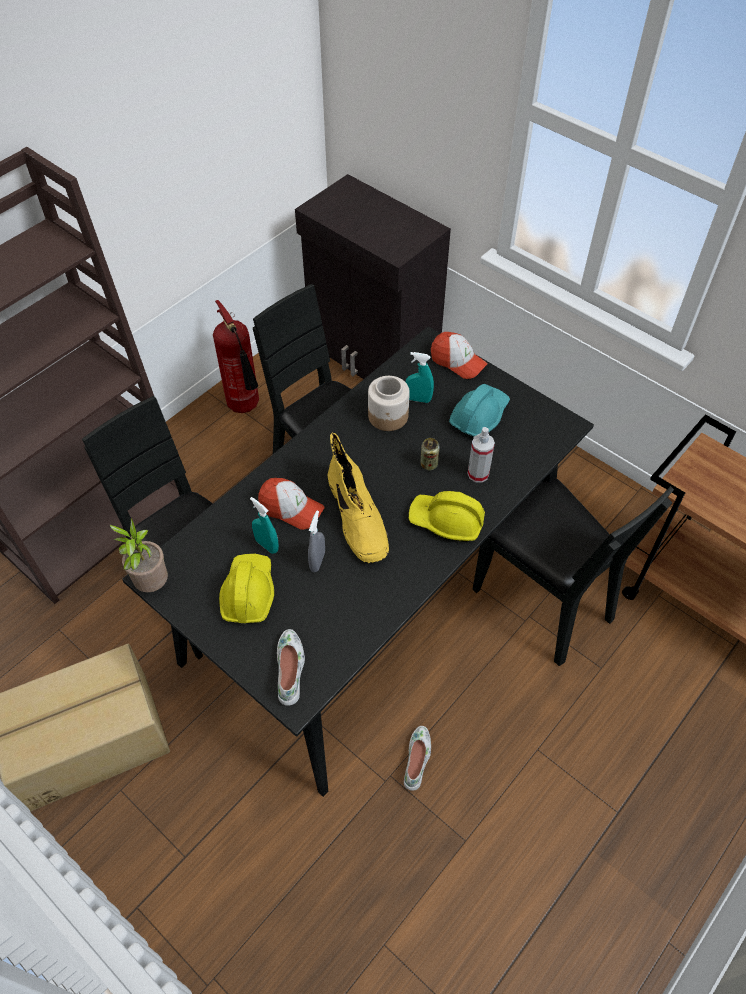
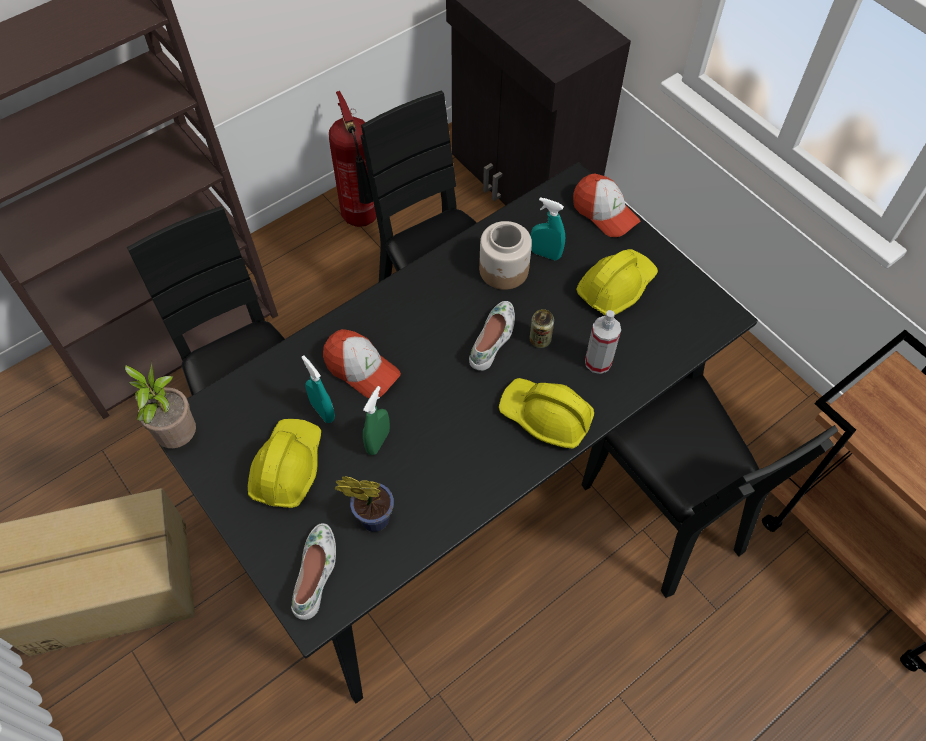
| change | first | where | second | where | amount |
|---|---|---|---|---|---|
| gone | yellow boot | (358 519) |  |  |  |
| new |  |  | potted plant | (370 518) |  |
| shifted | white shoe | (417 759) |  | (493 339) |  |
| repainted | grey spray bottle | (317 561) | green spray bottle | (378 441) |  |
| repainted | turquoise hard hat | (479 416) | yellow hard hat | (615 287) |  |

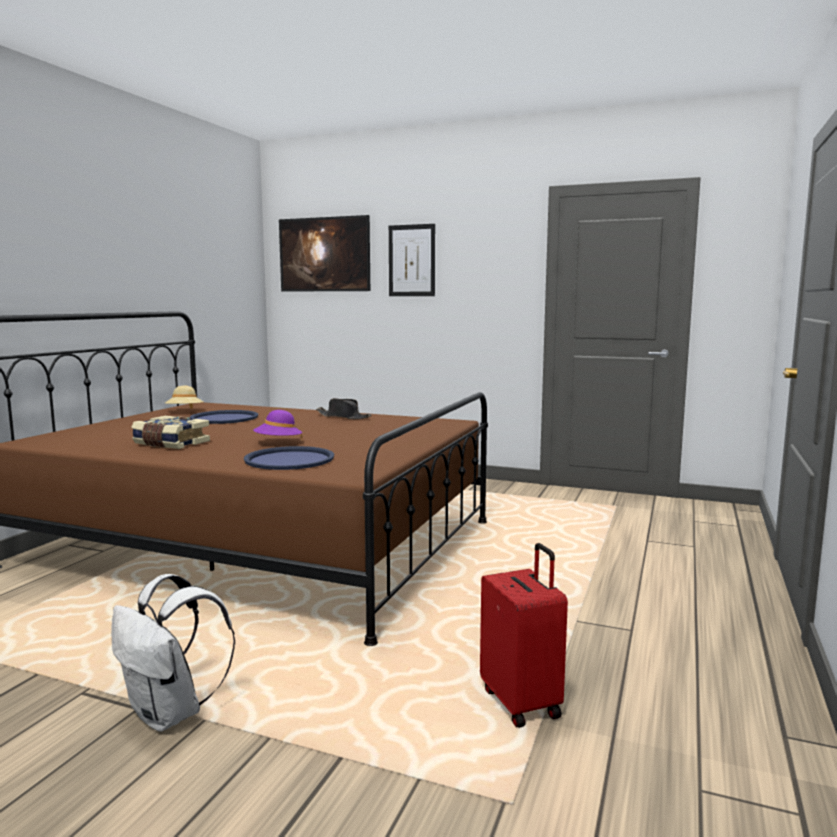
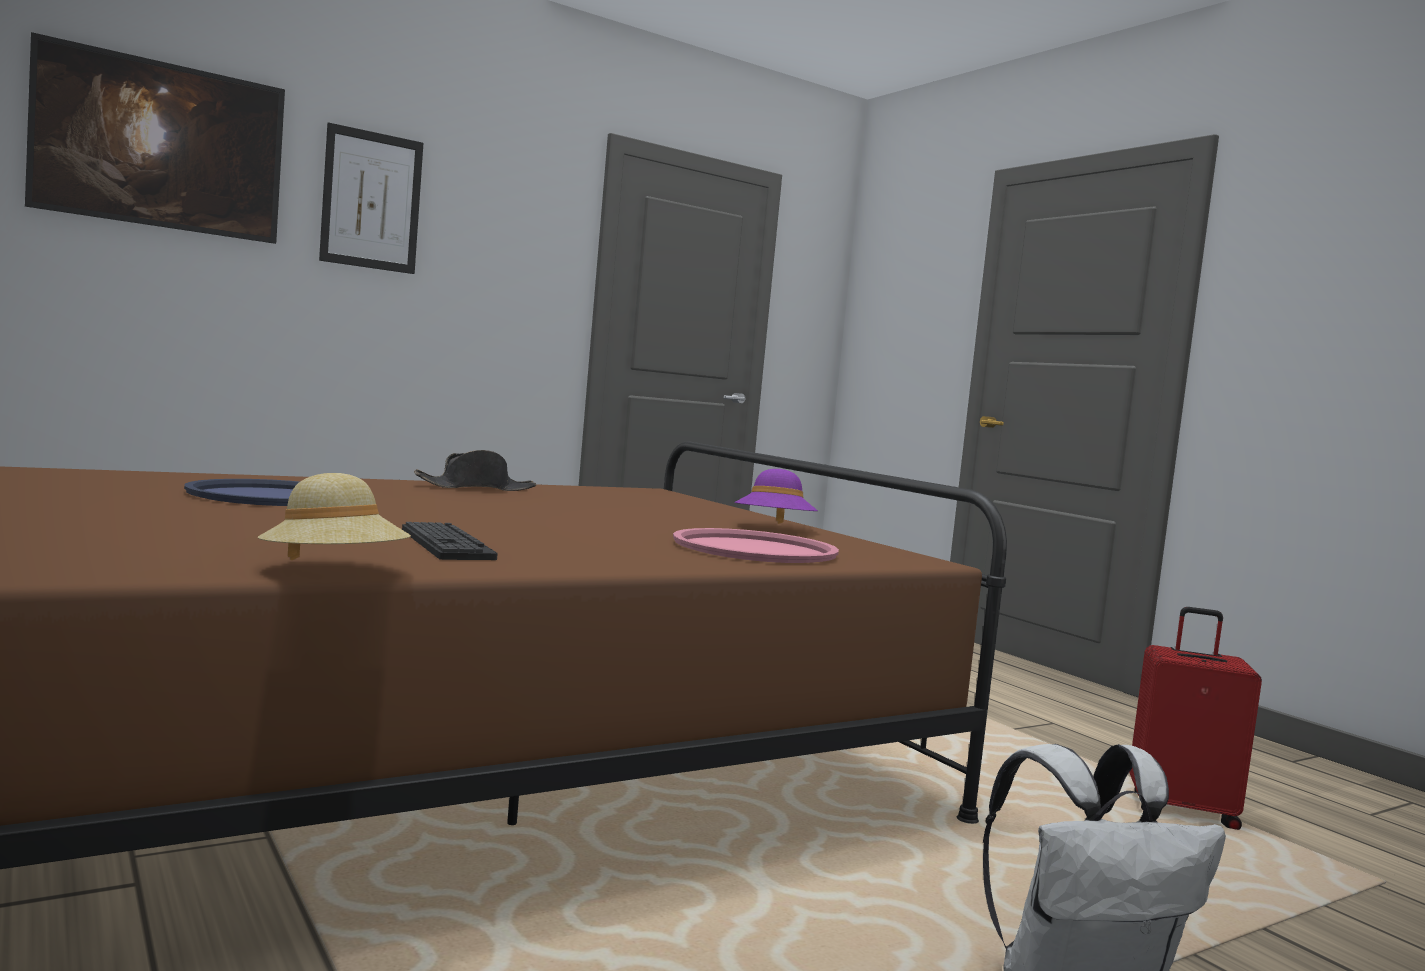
| change | first | where | second | where | amount |
|---|---|---|---|---|---|
| shifted | beige hat | (185 411) |  | (334 572) |  |
| shifted | purple hat | (278 443) |  | (774 528) |  |
| swapped | book | (170 444) | keyboard | (446 544) |  |
| repainted | blue tray | (289 460) | pink tray | (755 549) |  |

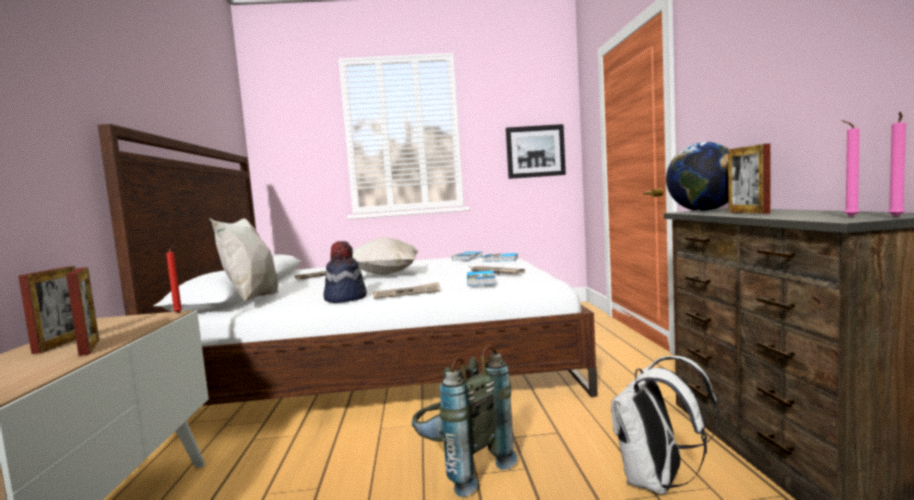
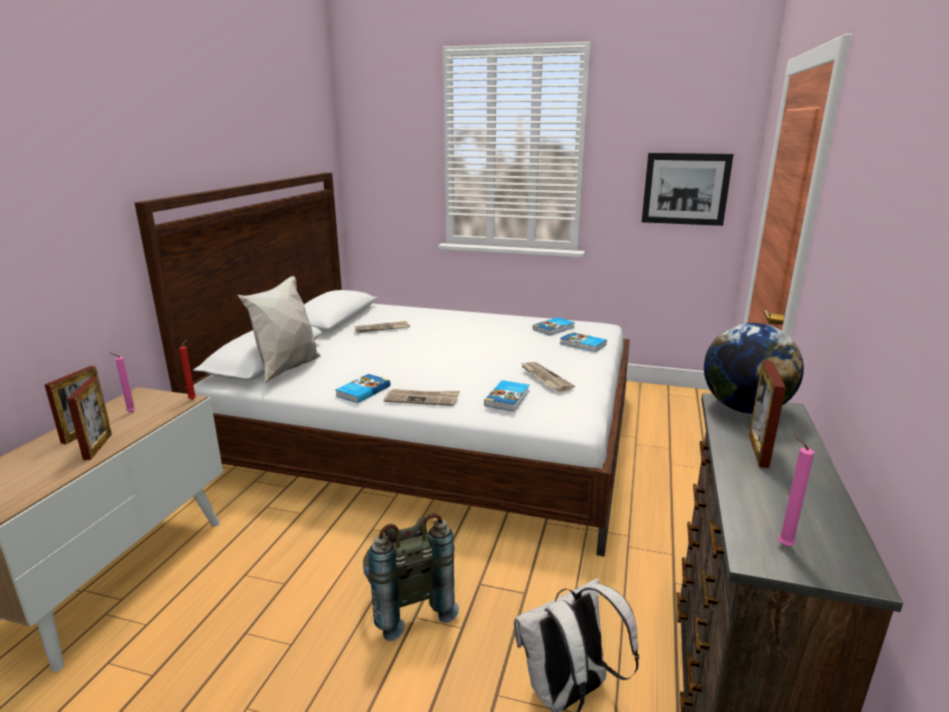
| change | first | where | second | where | amount |
|---|---|---|---|---|---|
| gone | white pillow | (384 275) |  |  |  |
| shifted | pink candle | (896 217) |  | (130 412) |  |
| swapped | hat | (345 298) | book | (362 391) |  |

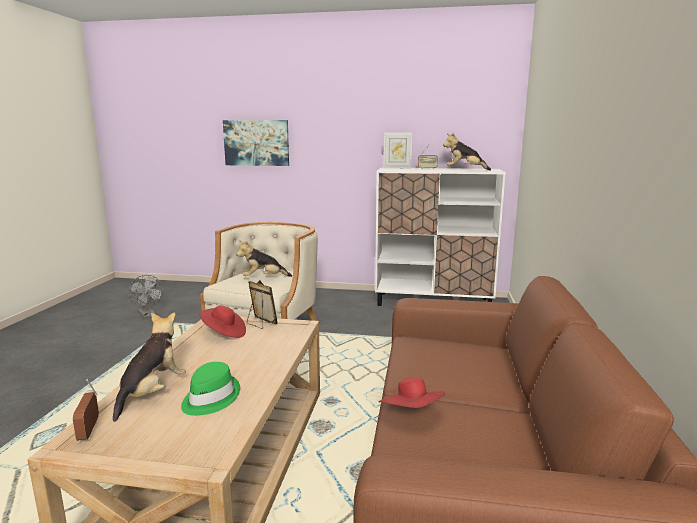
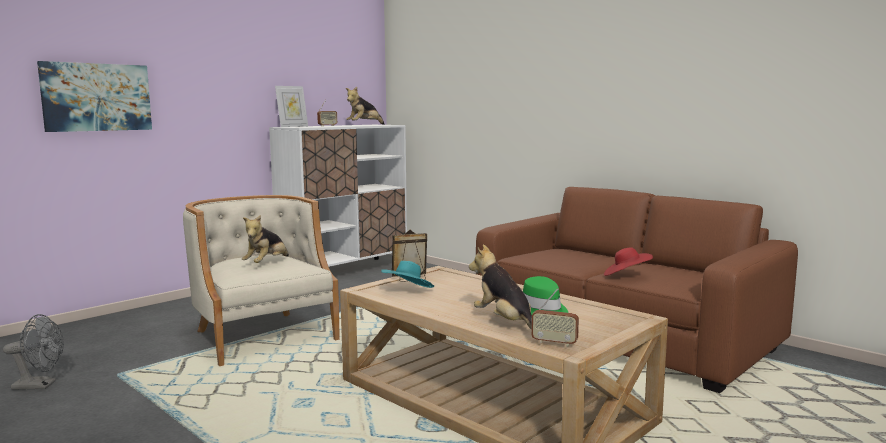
| change | first | where | second | where | amount |
|---|---|---|---|---|---|
| repainted | red hat | (224 333) | turquoise hat | (408 291) |  |

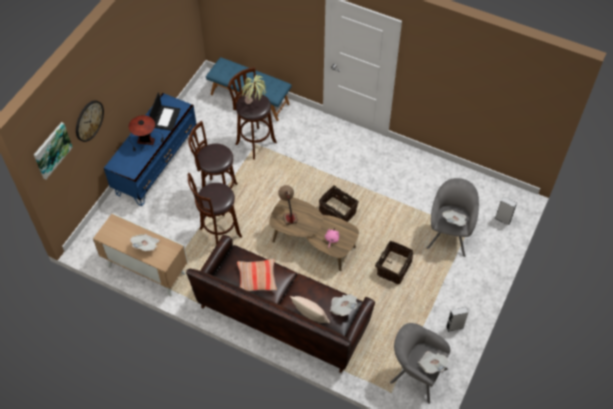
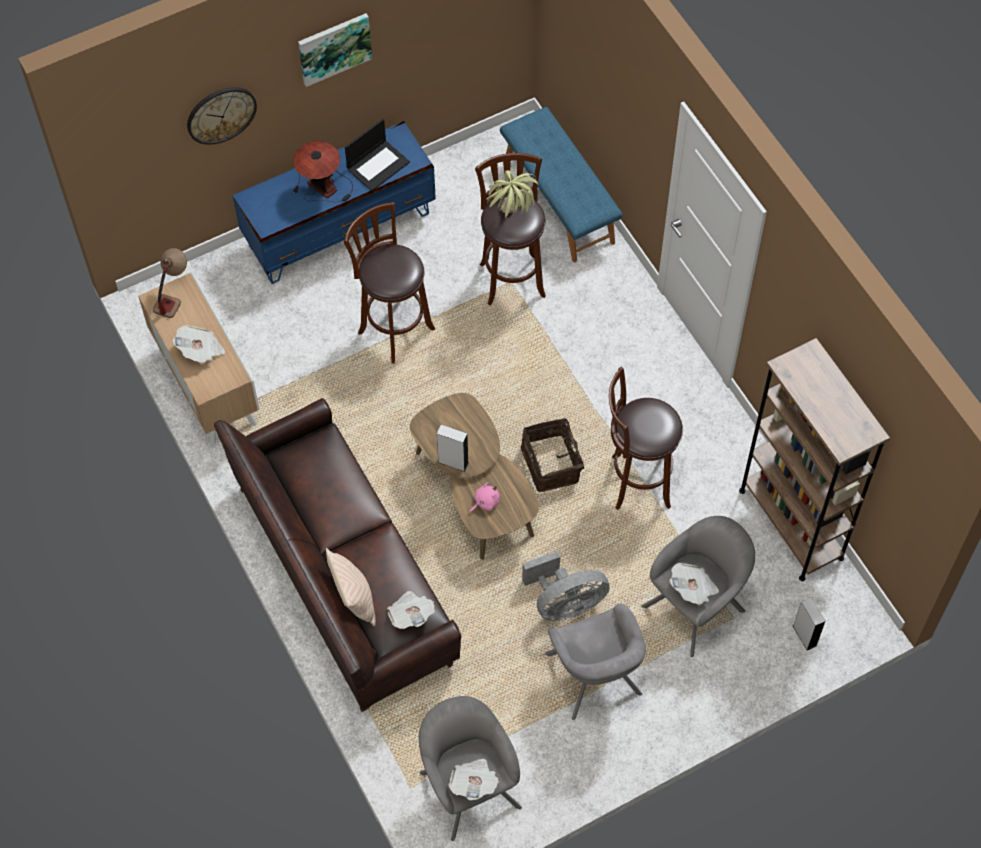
| change | first | where | second | where | amount |
|---|---|---|---|---|---|
| gone | pillow | (257 278) |  |  |  |
| new |  |  | grey armchair | (595 678) |  |
| new |  |  | brown bookcase | (791 524) |  |
| shifted | picture | (52 150) |  | (334 48) |  |
| shifted | brown stool | (218 234) |  | (636 482) |  |
| shifted | table lamp | (288 212) |  | (172 295) |  |
| shifted | grey speaker | (454 327) |  | (453 462) |  |
| swapped | basket | (393 267) | grey fan | (565 603) |  |

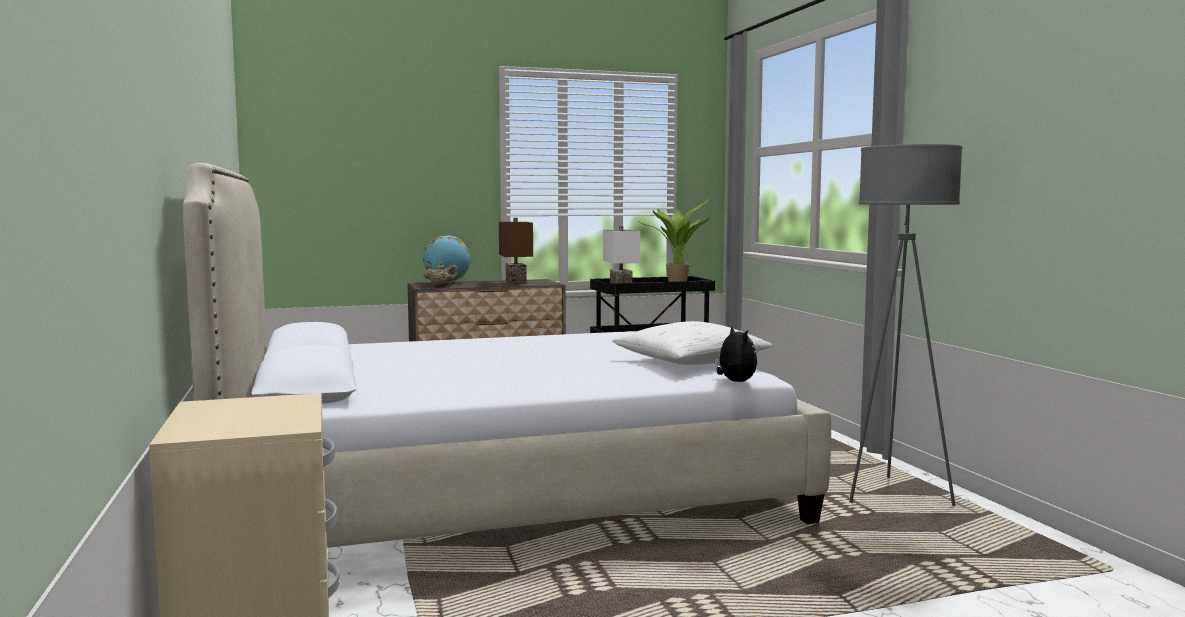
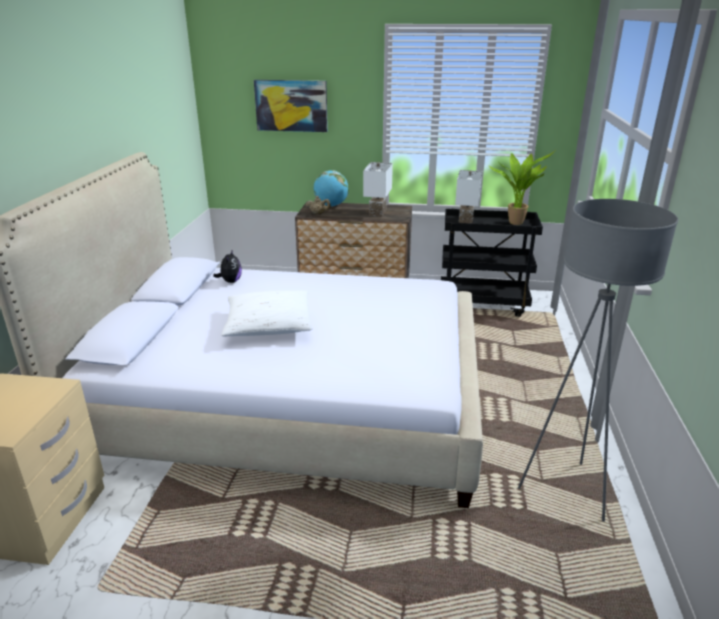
| change | first | where | second | where | amount |
|---|---|---|---|---|---|
| new |  |  | picture | (291 105) |  |
| shifted | white pillow | (690 362) |  | (268 325) |  |
| shifted | plush toy | (734 381) |  | (230 281) |  |
| repainted | brown table lamp | (517 283) | white table lamp | (378 213) |  |

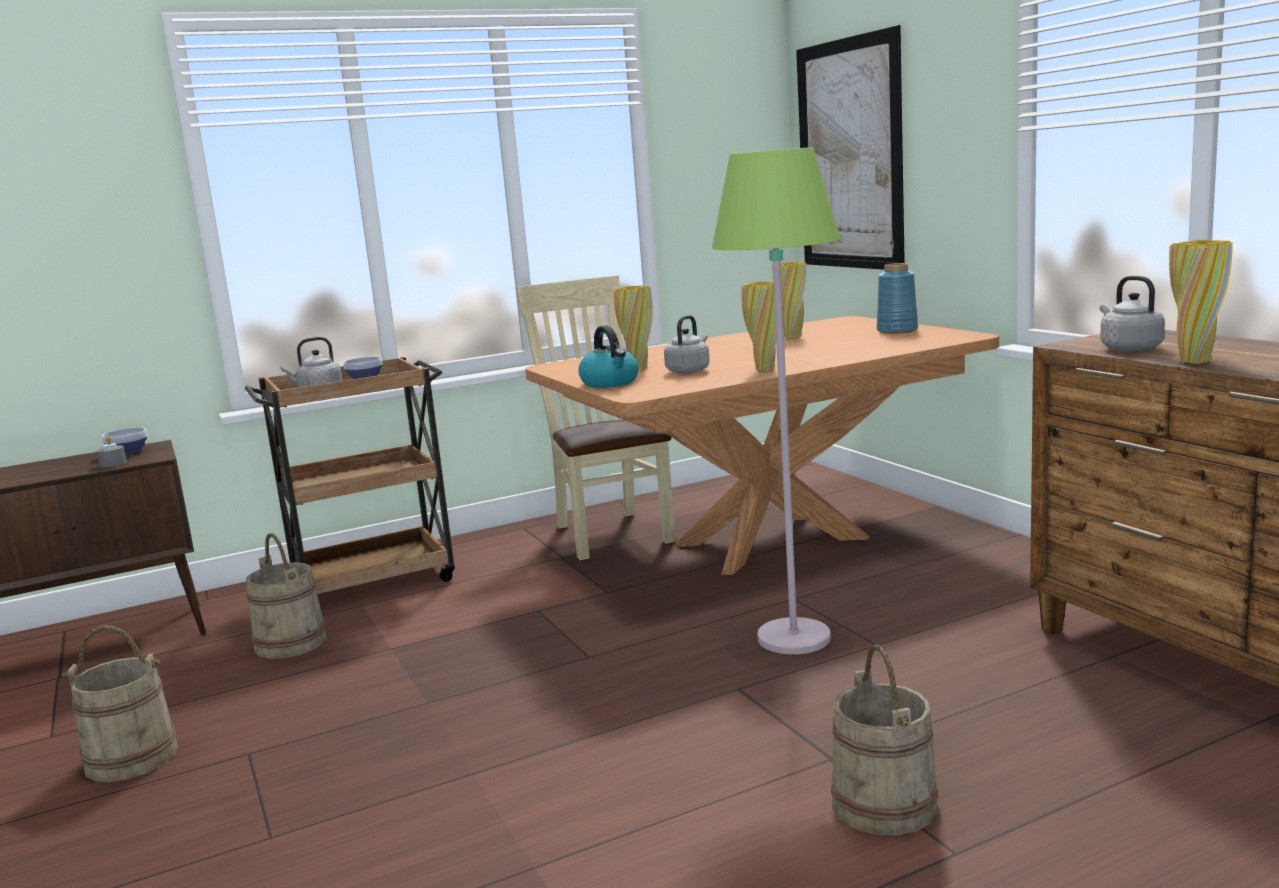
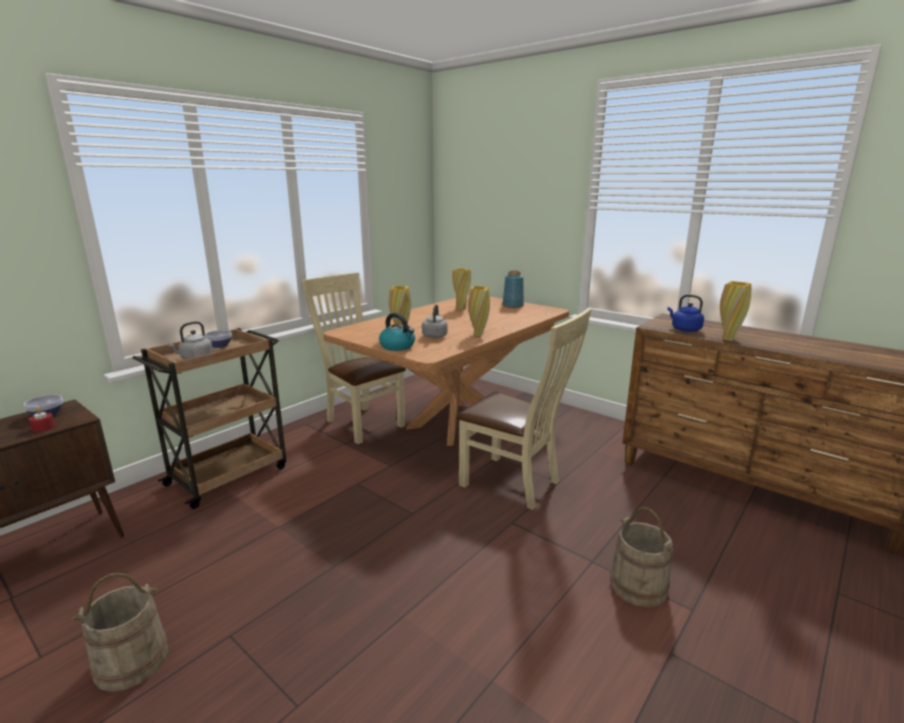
| change | first | where | second | where | amount |
|---|---|---|---|---|---|
| gone | beige bucket | (291 642) |  |  |  |
| gone | picture | (849 155) |  |  |  |
| swapped | green floor lamp | (793 638) | beige chair | (515 484) |  |
| repainted | grey candle | (113 464) | red candle | (43 428) |  |
| repainted | grey kettle | (1128 348) | blue kettle | (684 329) |  |

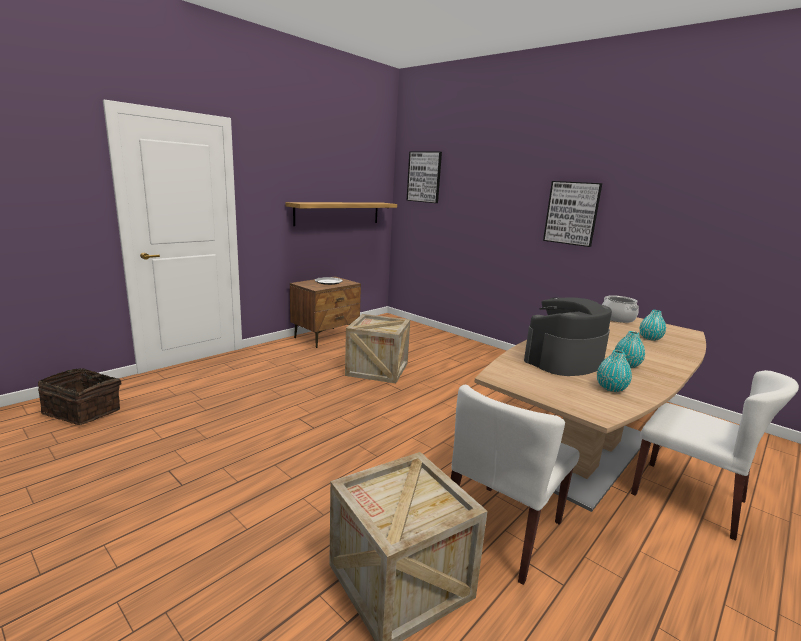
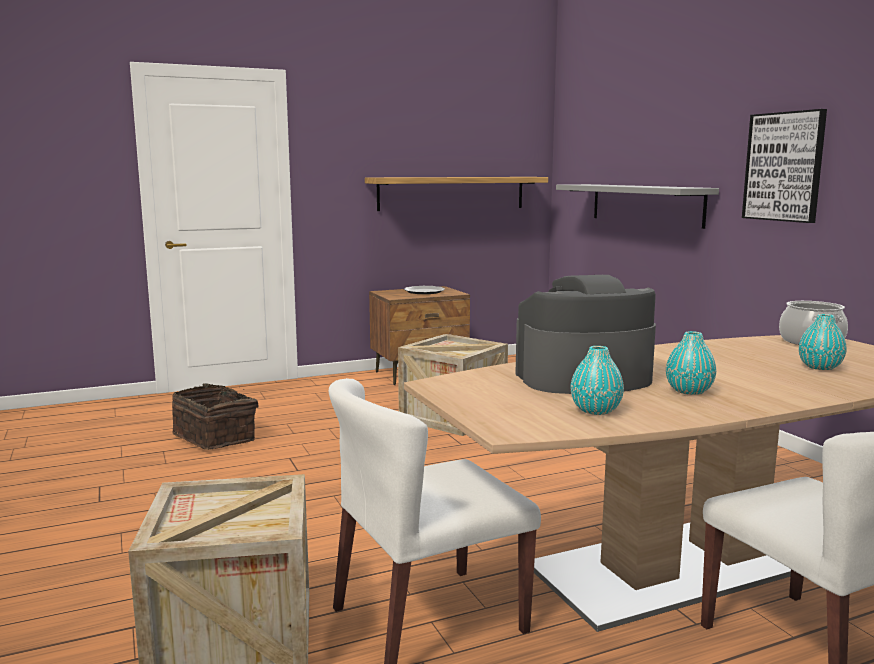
| change | first | where | second | where | amount |
|---|---|---|---|---|---|
| gone | picture | (424 177) |  |  |  |
| new |  |  | grey shelf | (645 204) |  |
| shifted | basket | (84 411) |  | (216 437) |  |

